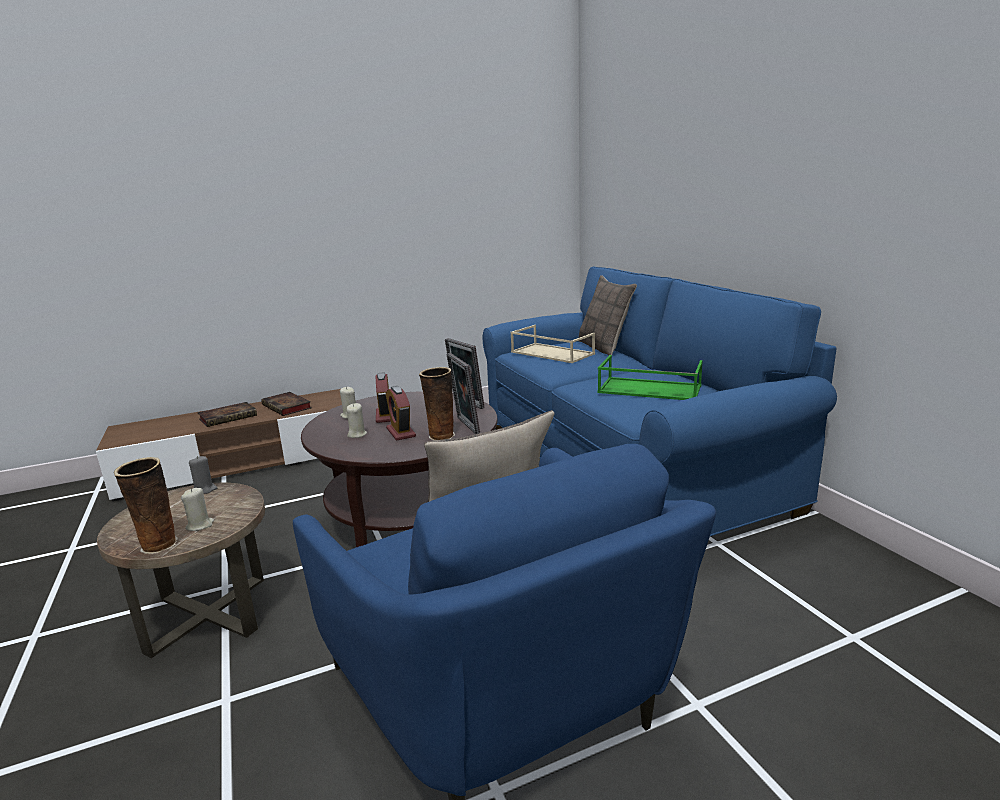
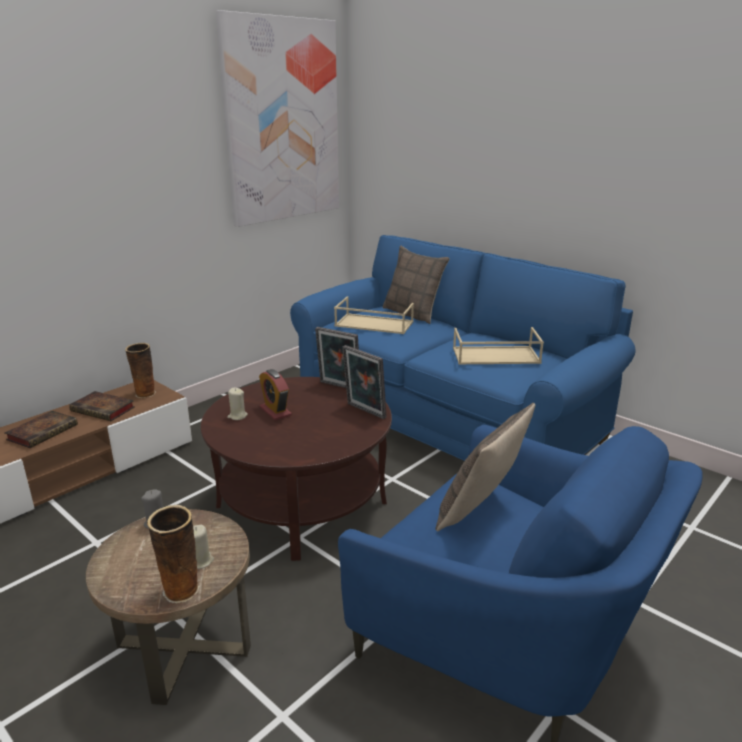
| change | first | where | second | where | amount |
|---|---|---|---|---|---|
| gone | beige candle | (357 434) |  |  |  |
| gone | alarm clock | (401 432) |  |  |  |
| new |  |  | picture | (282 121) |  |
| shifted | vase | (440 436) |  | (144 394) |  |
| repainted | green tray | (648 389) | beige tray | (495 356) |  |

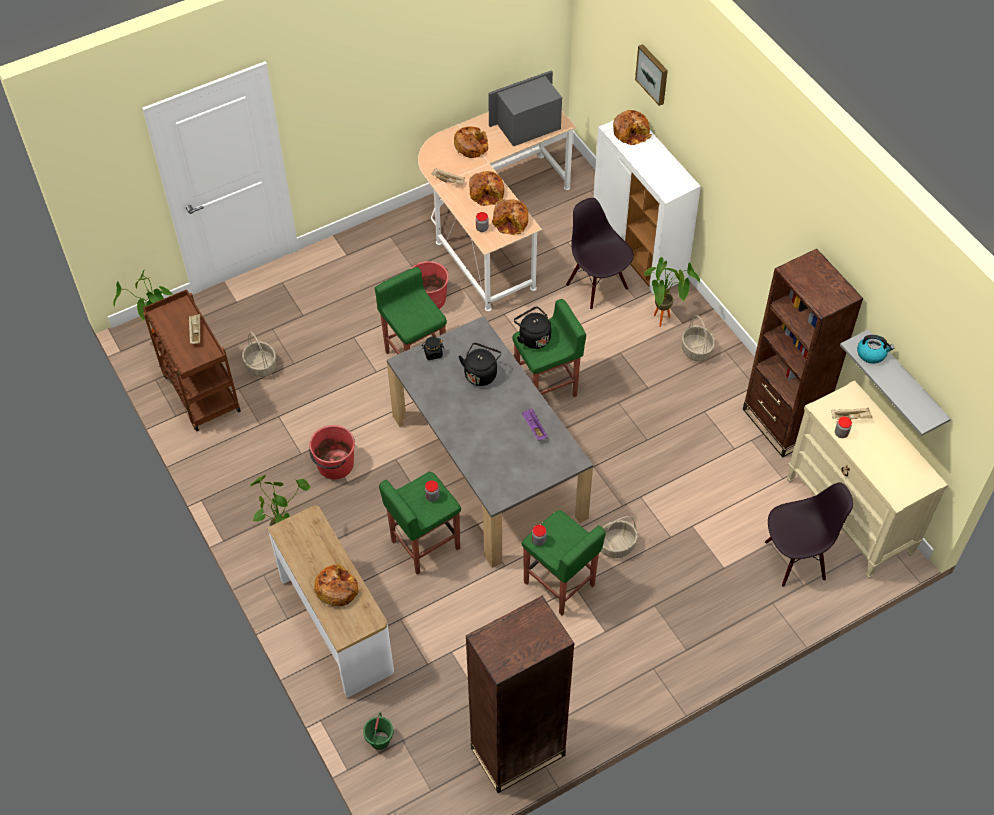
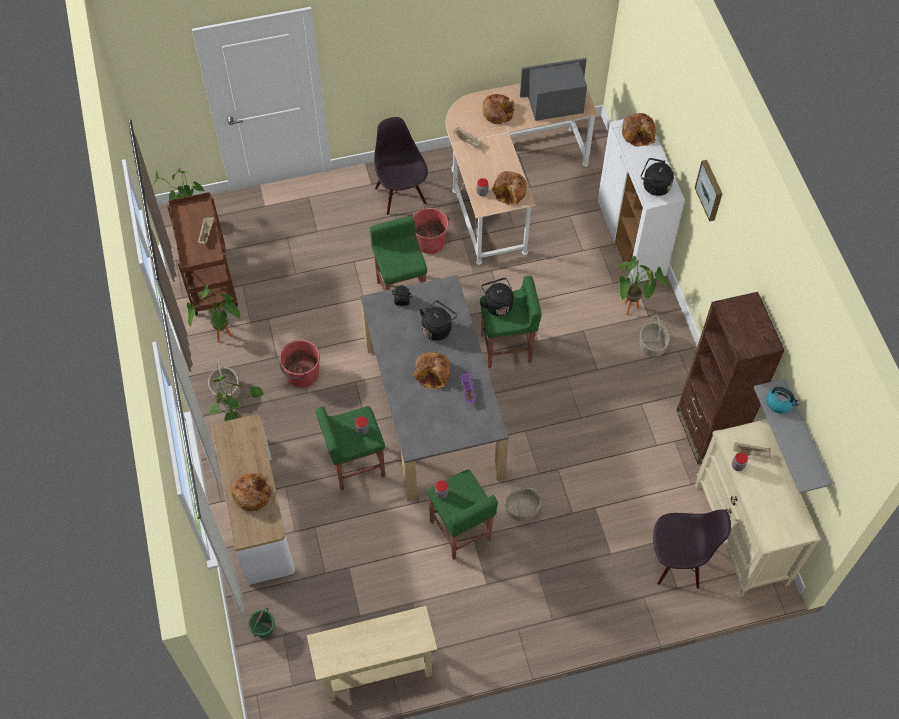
| change | first | where | second | where | amount |
|---|---|---|---|---|---|
| new |  |  | potted plant | (224 339) |  |
| new |  |  | black kettle | (654 186) |  |
| shifted | basket | (261 366) |  | (225 390) |  |
| shifted | bread | (487 193) |  | (433 373) |  |
| shifted | black chair | (597 286) |  | (401 196) |  |
| shifted | picture | (653 74) |  | (710 190) |  |
| swapped | brown bookcase | (517 751) | beige console table | (376 671) |  |

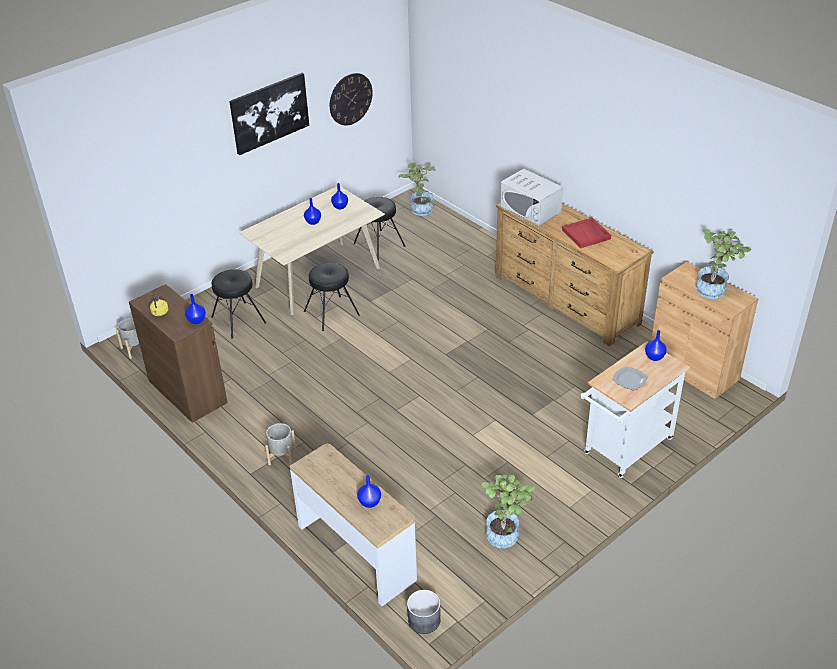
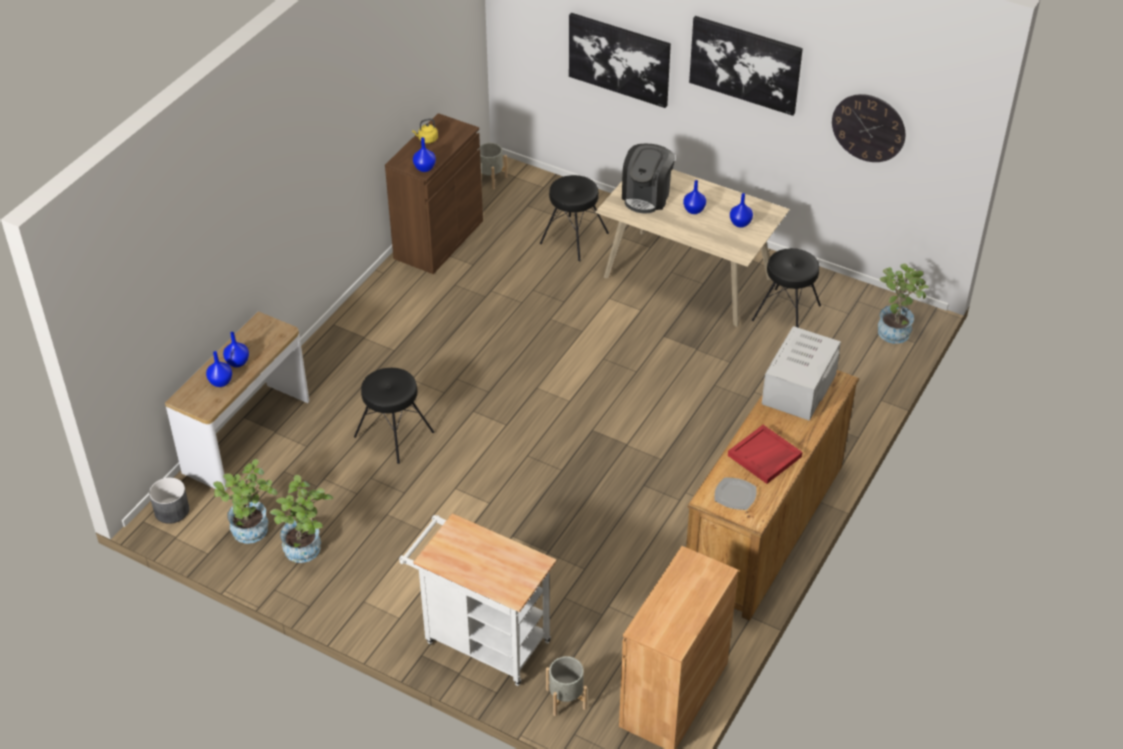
| change | first | where | second | where | amount |
|---|---|---|---|---|---|
| new |  |  | picture | (619 59) |  |
| new |  |  | coffee machine | (647 196) |  |
| shifted | grey planter | (282 456) |  | (566 699) |  |
| shifted | black stool | (332 313) |  | (393 435) |  |
| shifted | plate | (630 379) |  | (735 495) |  |
| shifted | blue vase | (654 357) |  | (237 362) |  |
| shifted | potted plant | (715 290) |  | (252 534) |  |

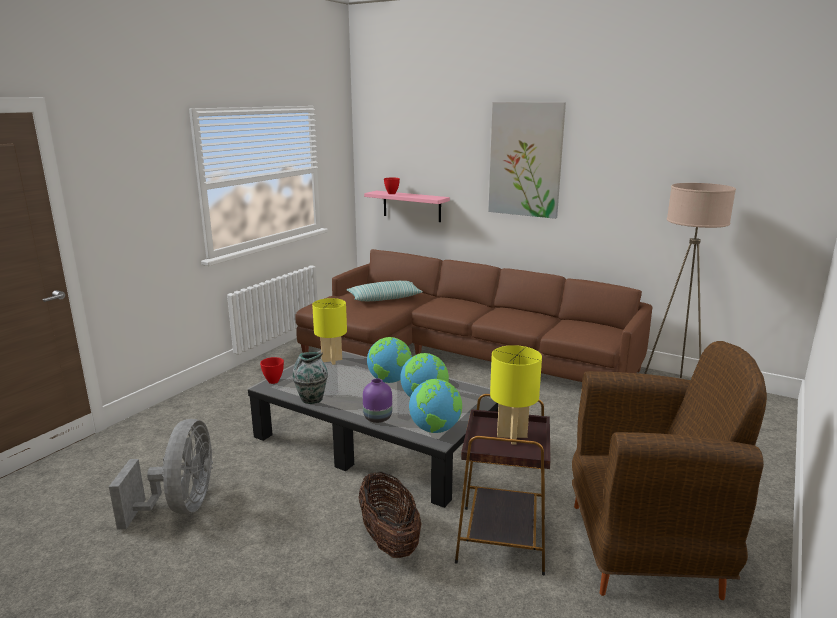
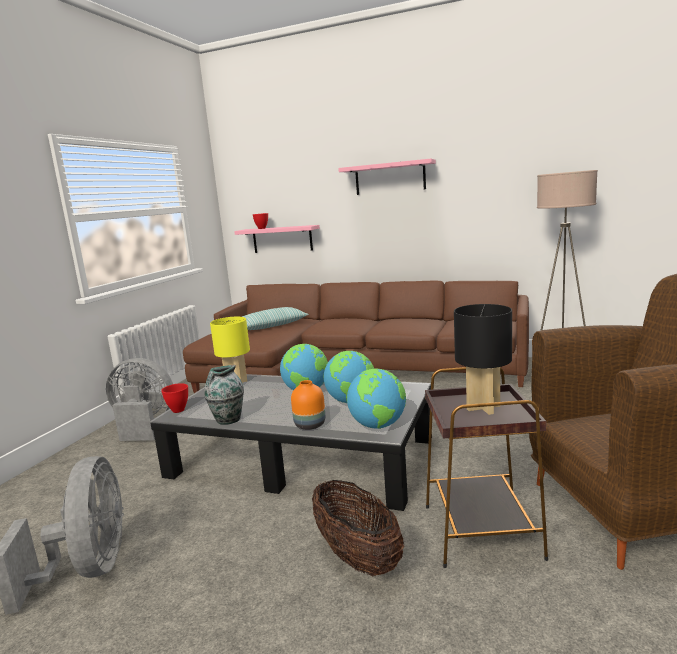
| change | first | where | second | where | amount |
|---|---|---|---|---|---|
| new |  |  | grey fan | (144 426) |  |
| swapped | picture | (525 160) | pink shelf | (390 178) |  |
| repainted | purple vase | (377 418) | orange vase | (309 425) |  |
| repainted | yellow table lamp | (511 436) | black table lamp | (482 407) |  |

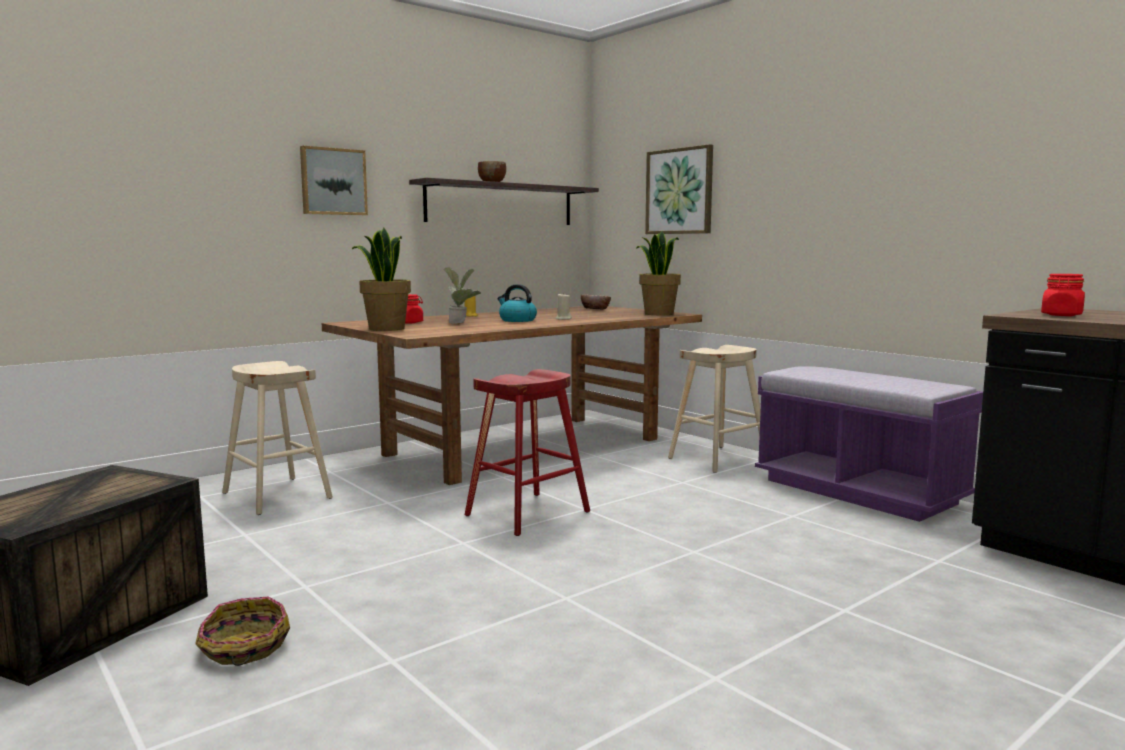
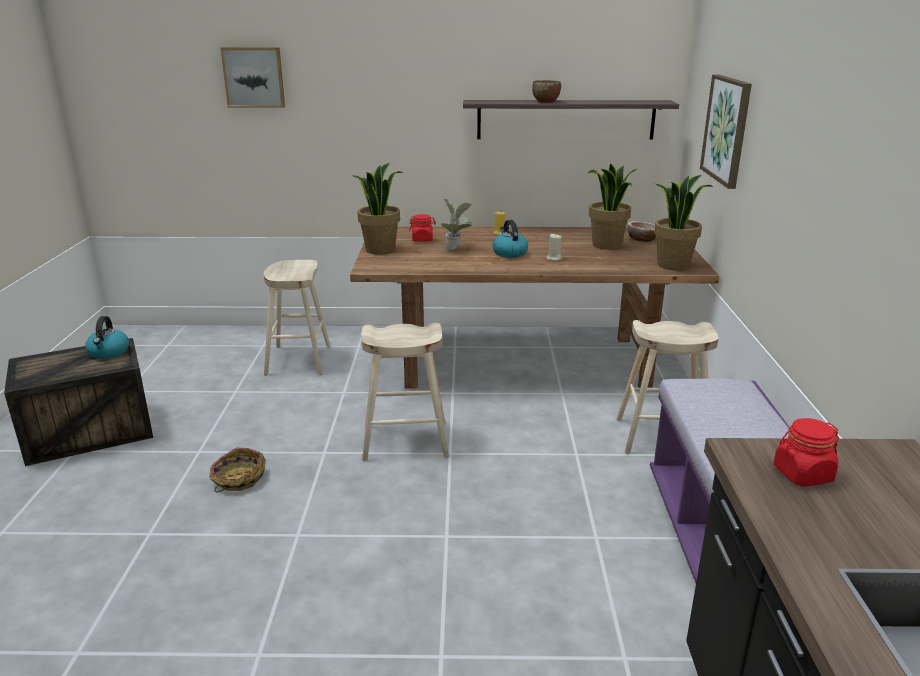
| change | first | where | second | where | amount |
|---|---|---|---|---|---|
| new |  |  | kettle | (109 352) |  |
| new |  |  | potted plant | (607 245) |  |
| shifted | basket | (244 648) |  | (238 479) |  |
| shifted | picture | (333 182) |  | (254 77) |  |
| repainted | red stool | (528 513) | beige stool | (406 440) |  |

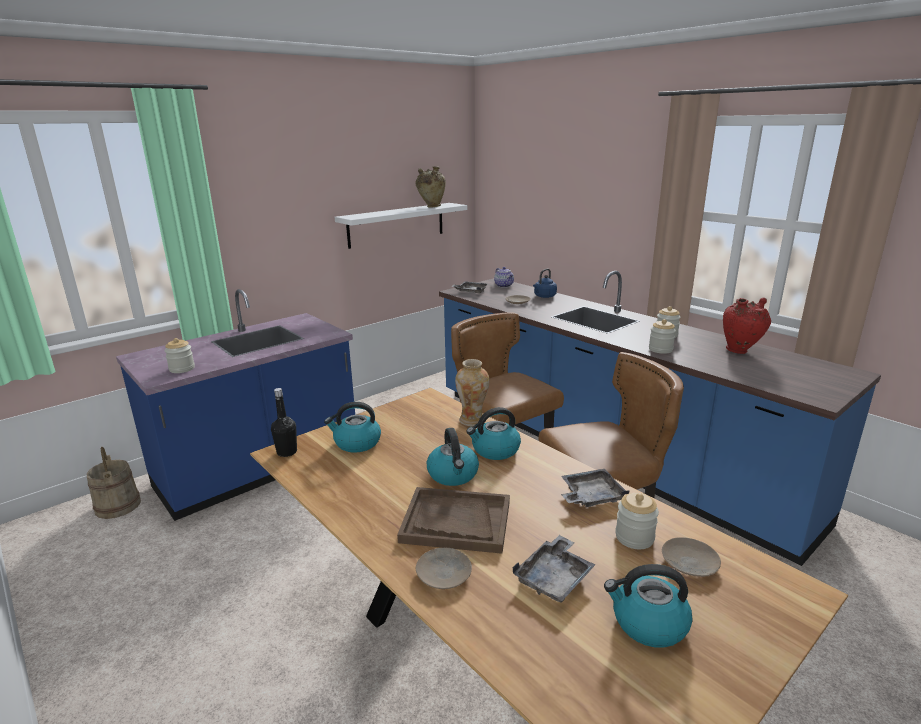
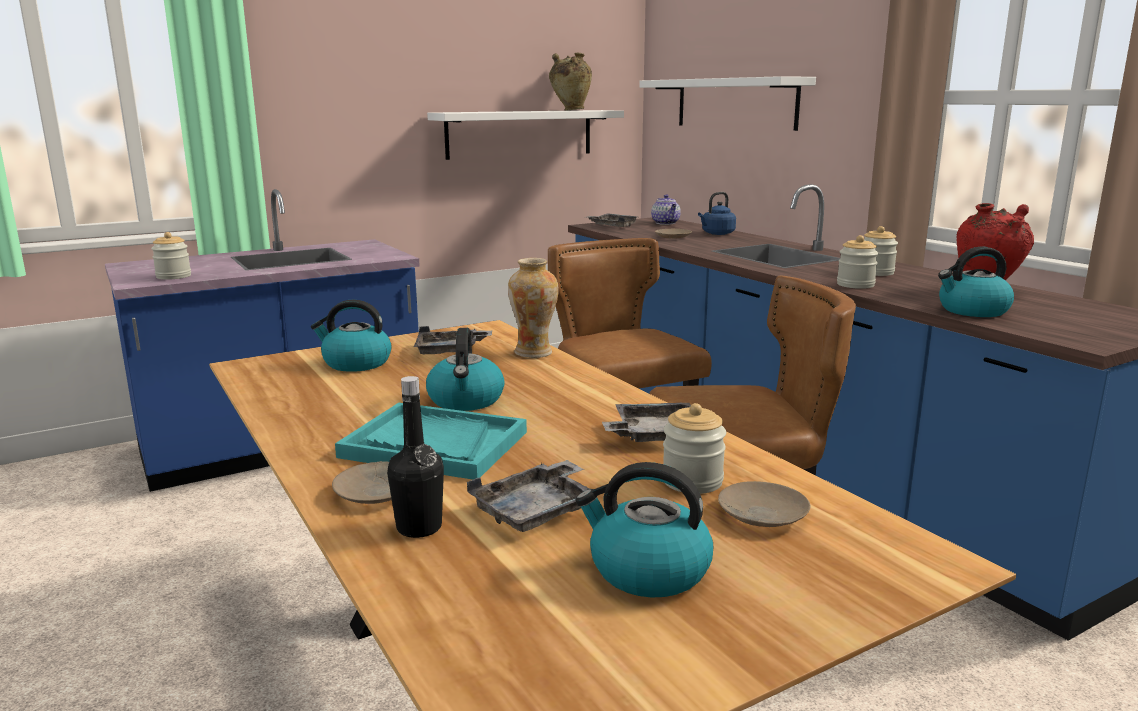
| change | first | where | second | where | amount |
|---|---|---|---|---|---|
| gone | beige bucket | (117 506) |  |  |  |
| new |  |  | grey tray | (450 351) |  |
| new |  |  | white shelf | (735 103) |  |
| shifted | black bottle | (287 452) |  | (419 527) |  |
| shifted | kettle | (495 450) |  | (972 311) |  |
| repainted | brown tray | (456 522) | turquoise tray | (434 445) |  |

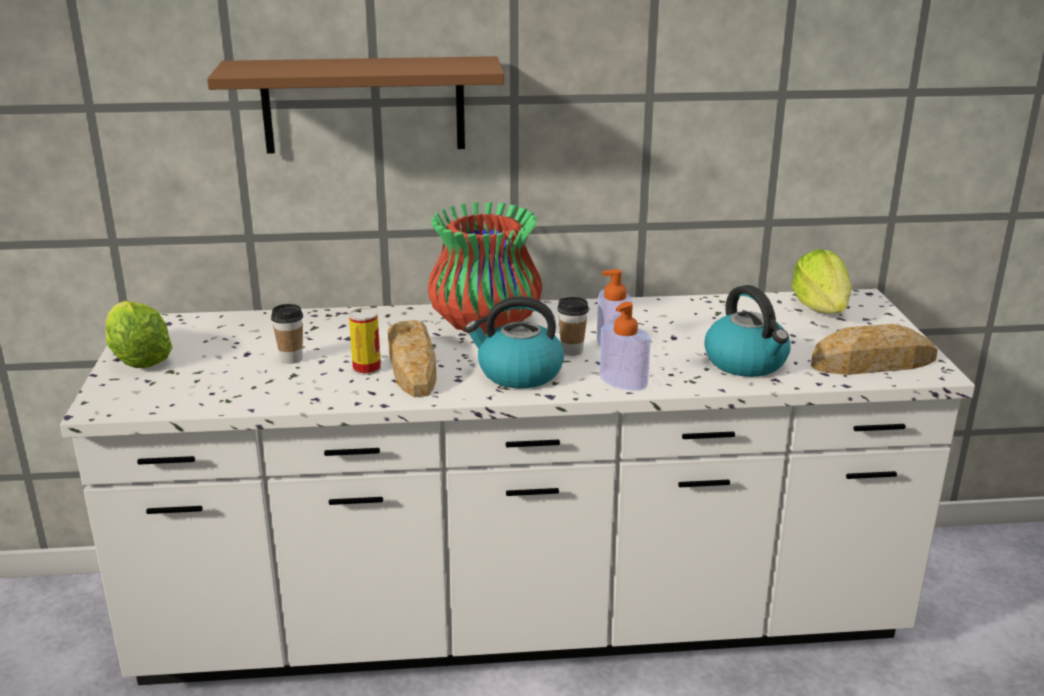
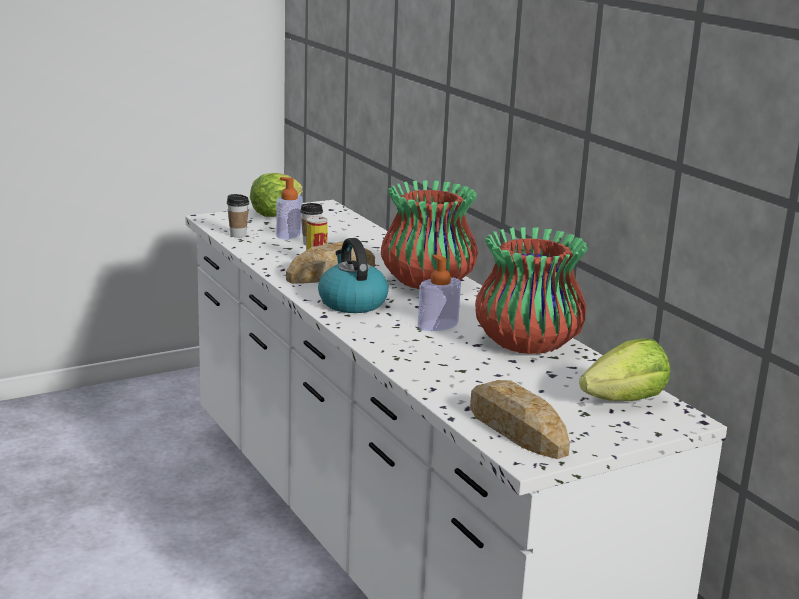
| change | first | where | second | where | amount |
|---|---|---|---|---|---|
| gone | brown shelf | (364 105) |  |  |  |
| gone | kettle | (747 362) |  |  |  |
| new |  |  | vase | (527 343) |  |
| shifted | cup | (572 351) |  | (238 235) |  |
| shifted | soap dispenser | (623 381) |  | (289 234) |  |

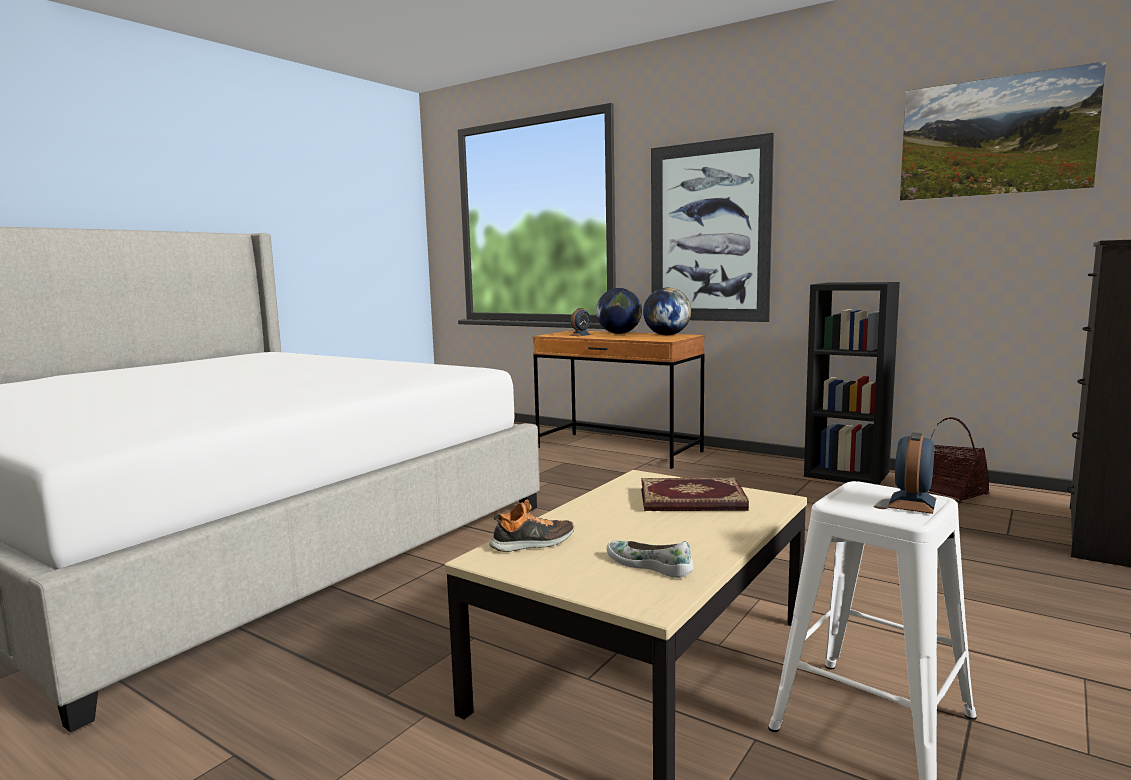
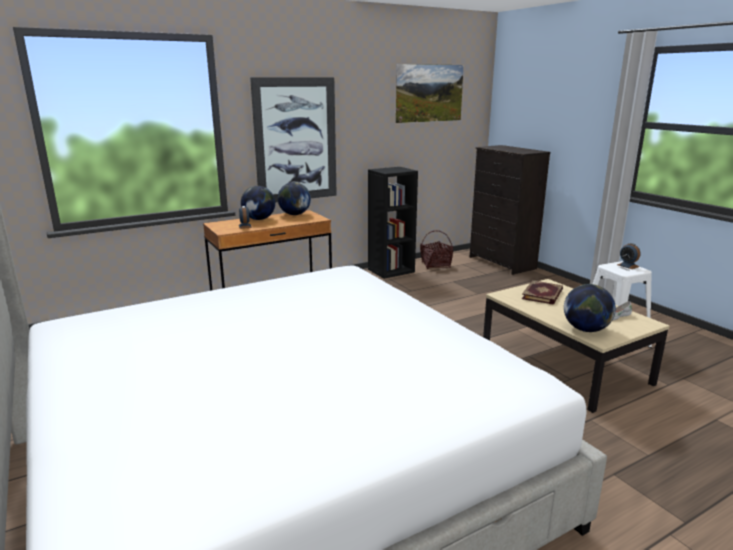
| change | first | where | second | where | amount |
|---|---|---|---|---|---|
| swapped | shoe | (533 543) | globe | (585 329) |  |

